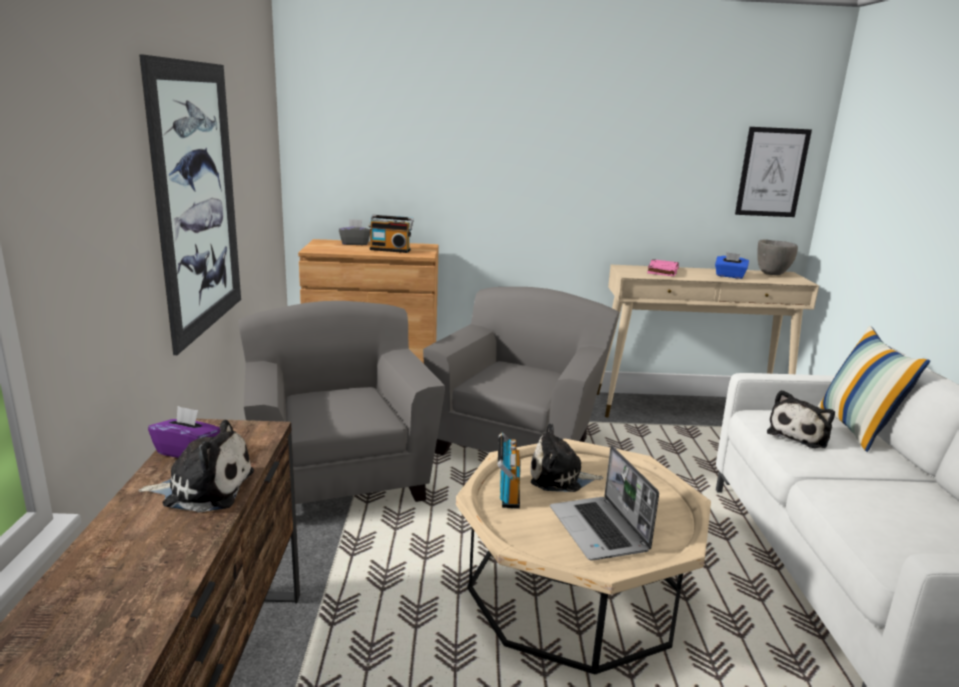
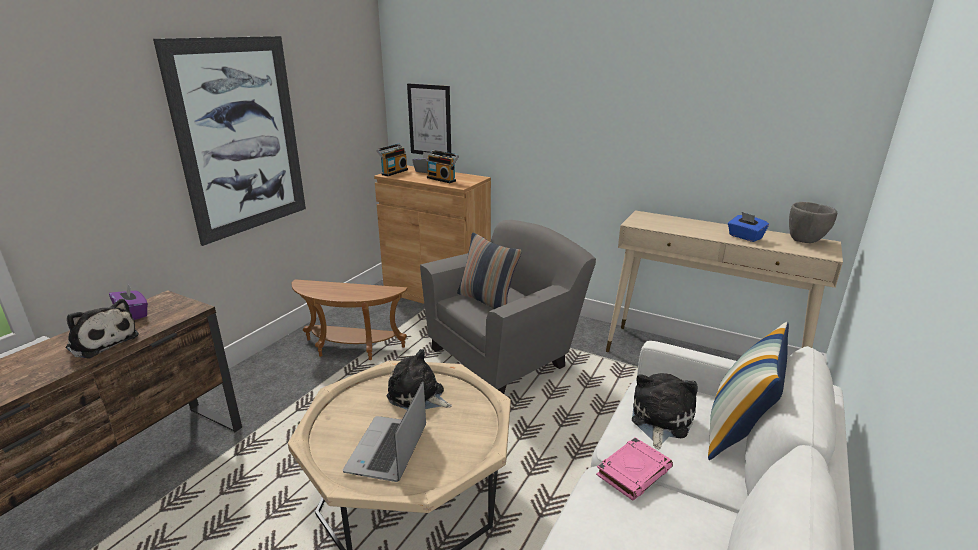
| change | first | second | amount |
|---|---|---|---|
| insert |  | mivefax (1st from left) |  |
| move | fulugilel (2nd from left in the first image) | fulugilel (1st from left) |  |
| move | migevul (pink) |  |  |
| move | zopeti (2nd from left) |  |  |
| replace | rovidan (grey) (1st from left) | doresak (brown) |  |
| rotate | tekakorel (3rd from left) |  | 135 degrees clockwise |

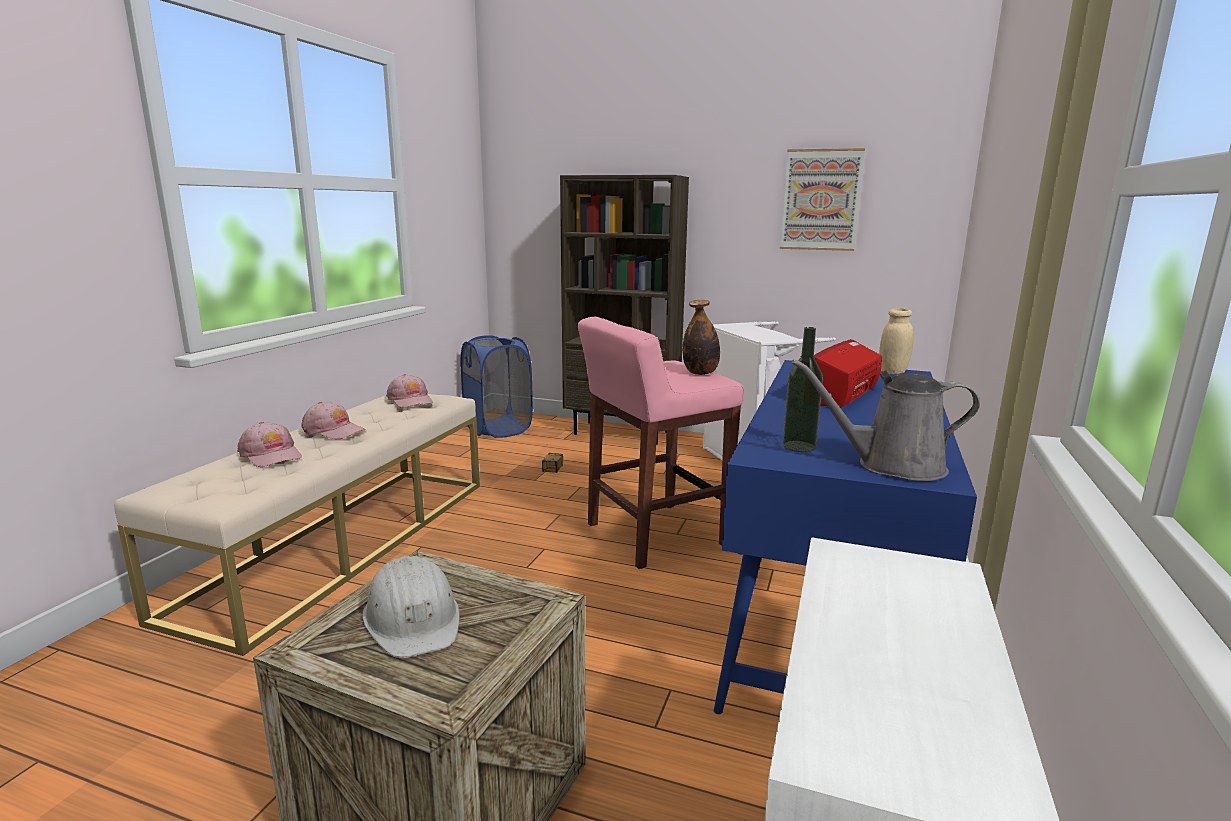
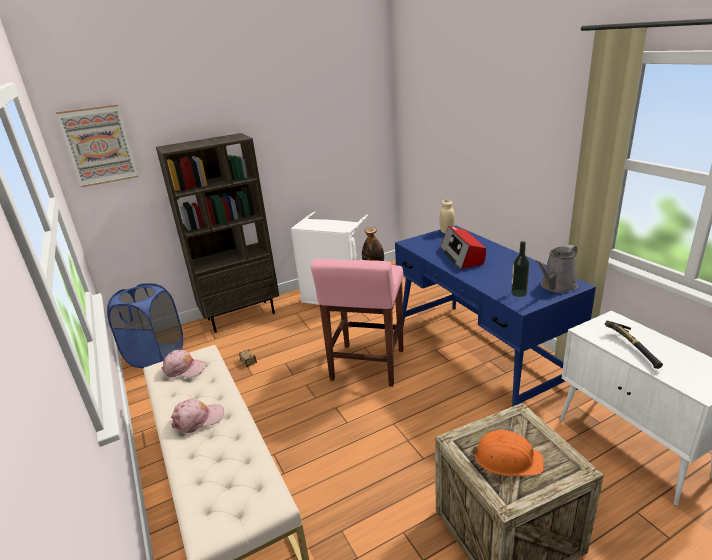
| change | first | second | amount |
|---|---|---|---|
| delete | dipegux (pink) (1st from left) |  |  |
| insert |  | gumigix |  |
| move | zopeti |  |  |
| recolor | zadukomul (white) | zadukomul (orange) |  |

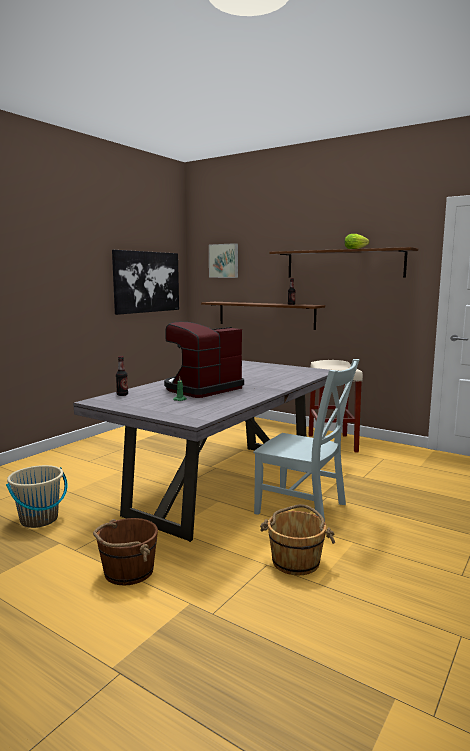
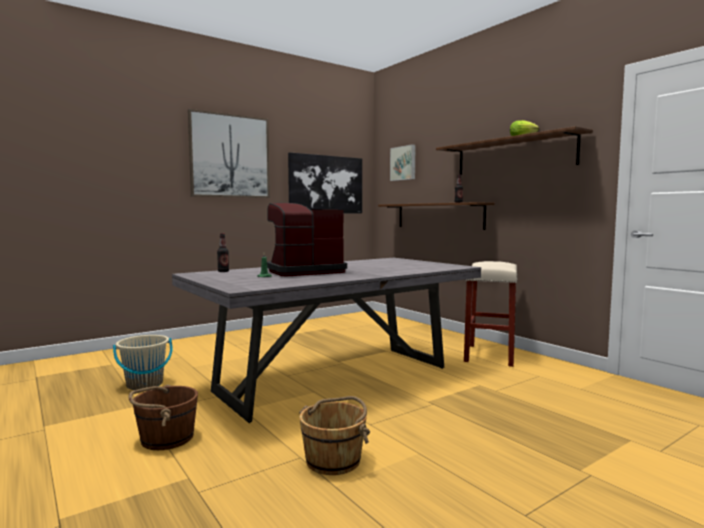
| change | first | second | amount |
|---|---|---|---|
| delete | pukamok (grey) |  |  |
| insert |  | zopeti (1st from left) |  |

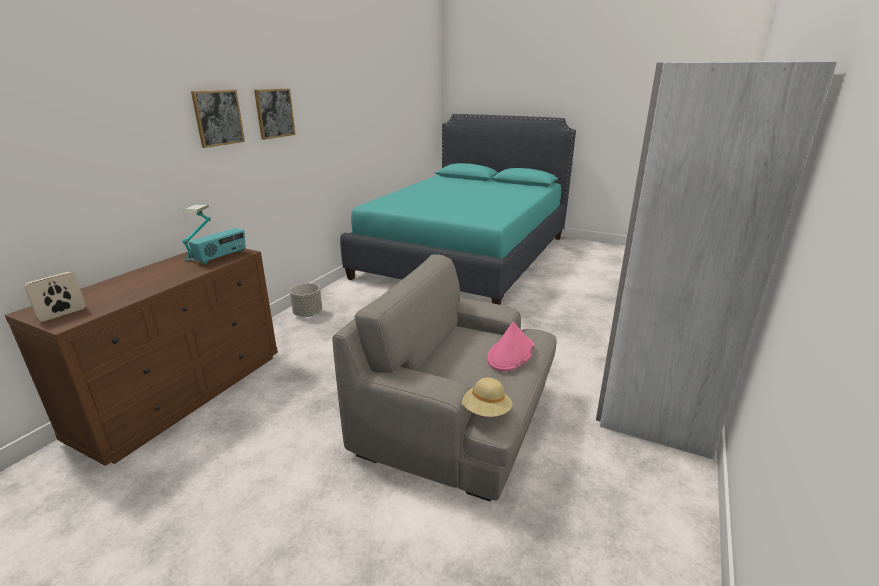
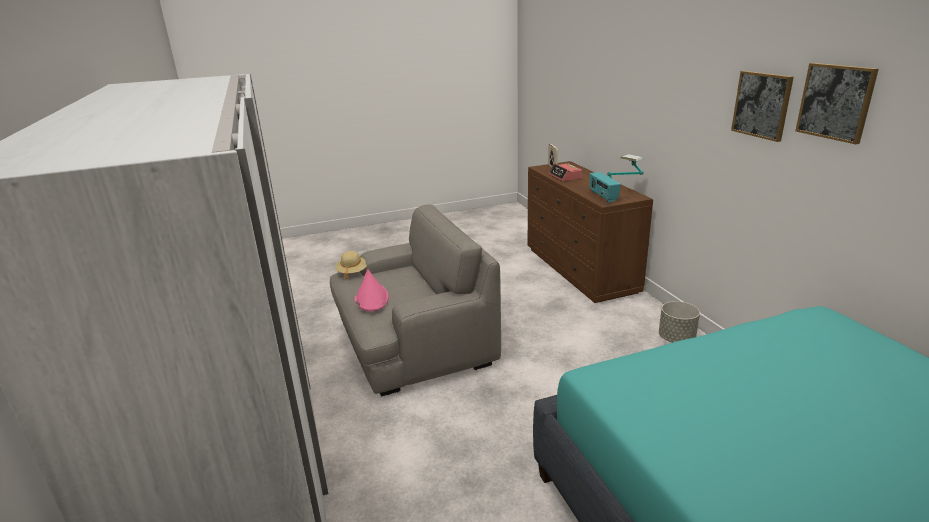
| change | first | second | amount |
|---|---|---|---|
| insert |  | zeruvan |  |
| move | zopeti (1st from left in the first image) | zopeti (2nd from left) |  |

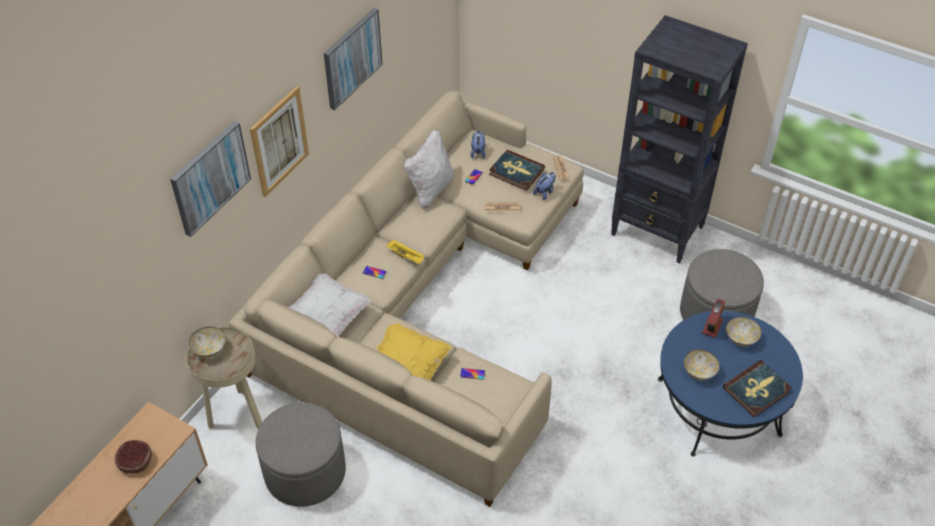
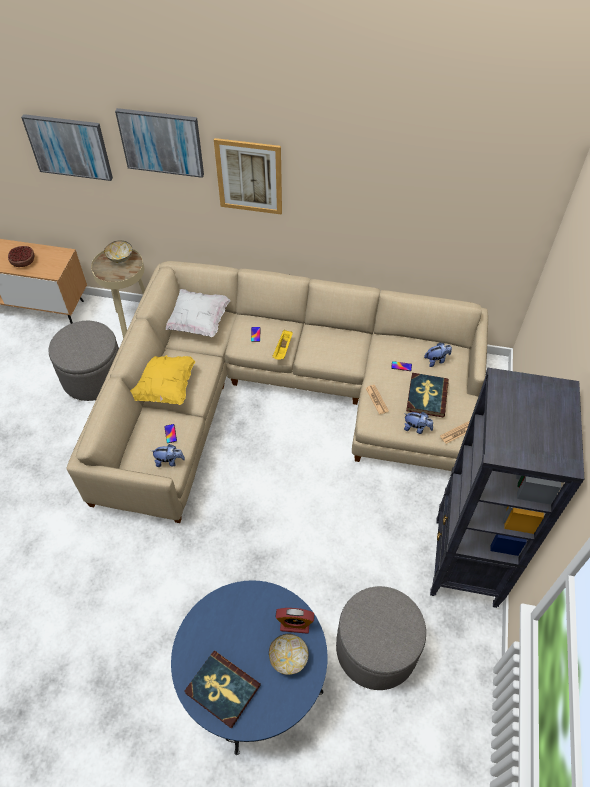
| change | first | second | amount |
|---|---|---|---|
| delete | mivefax (white) (2nd from left) |  |  |
| delete | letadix (3rd from left) |  |  |
| insert |  | tekakorel (1st from left) |  |
| move | zopeti (3rd from left in the first image) | zopeti (1st from left) |  |

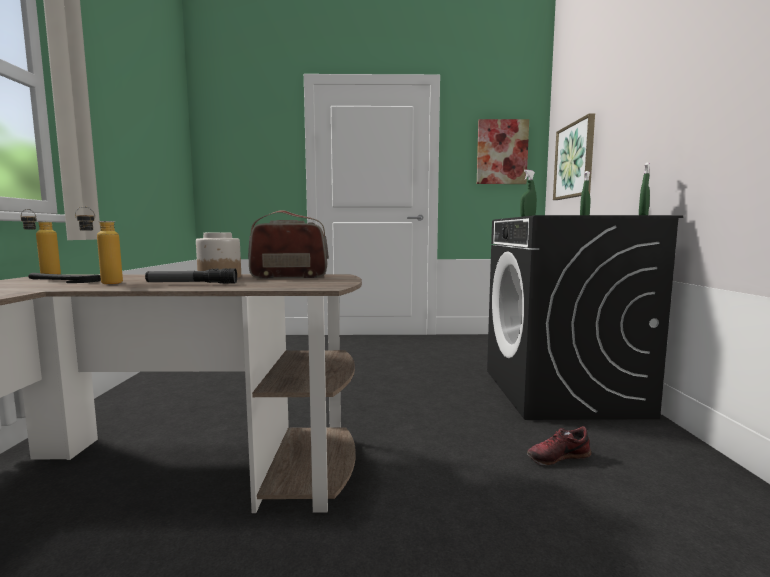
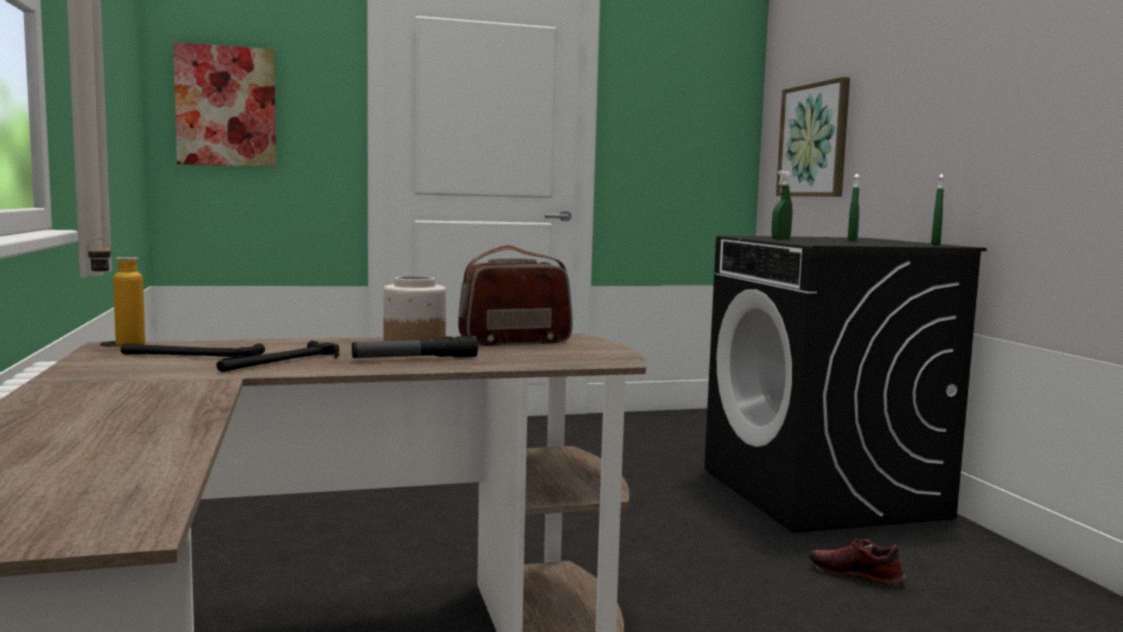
| change | first | second | amount |
|---|---|---|---|
| move | zopeti (1st from left) |  |  |
| replace | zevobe (2nd from left) | gumigix (2nd from left) |  |
| rotate | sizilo |  | 60 degrees clockwise |

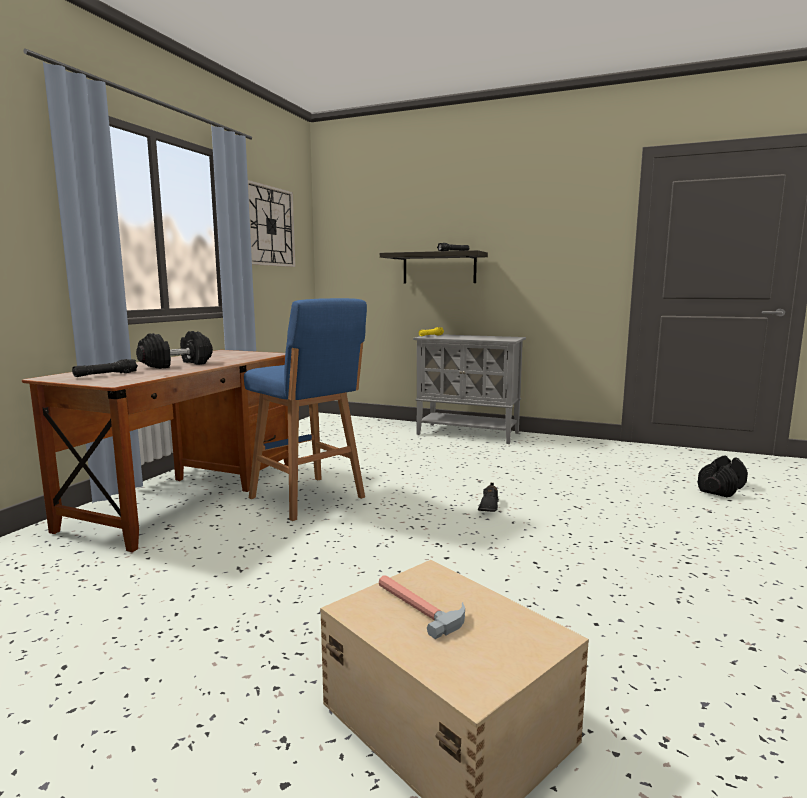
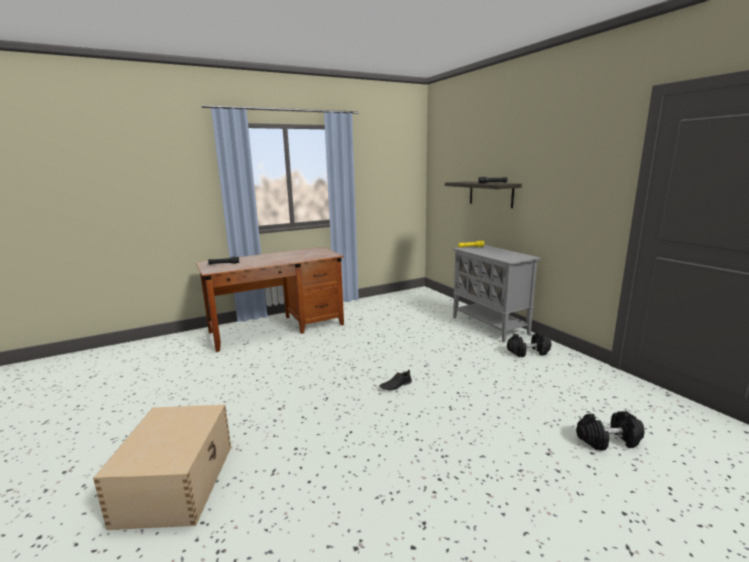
| change | first | second | amount |
|---|---|---|---|
| delete | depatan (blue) |  |  |
| delete | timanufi |  |  |
| delete | gumigix |  |  |
| move | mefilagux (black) (1st from left) |  |  |

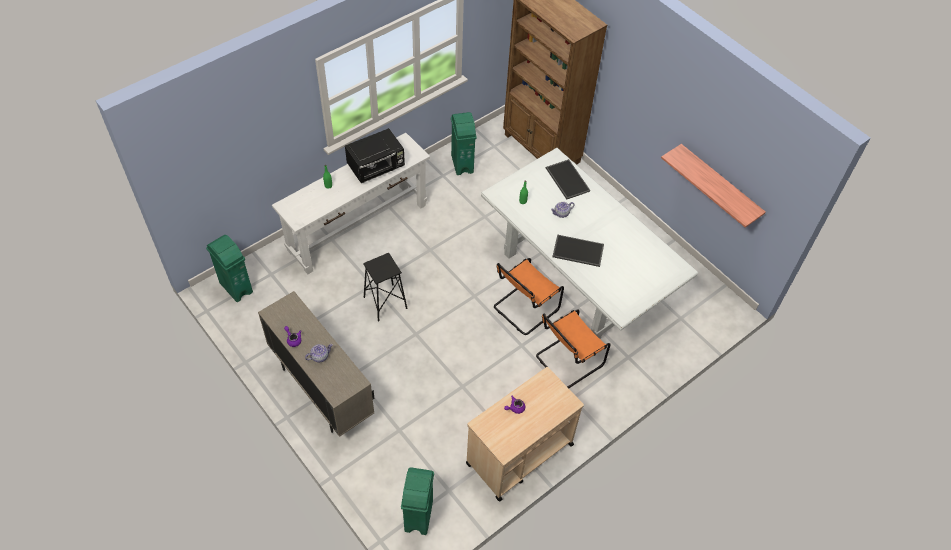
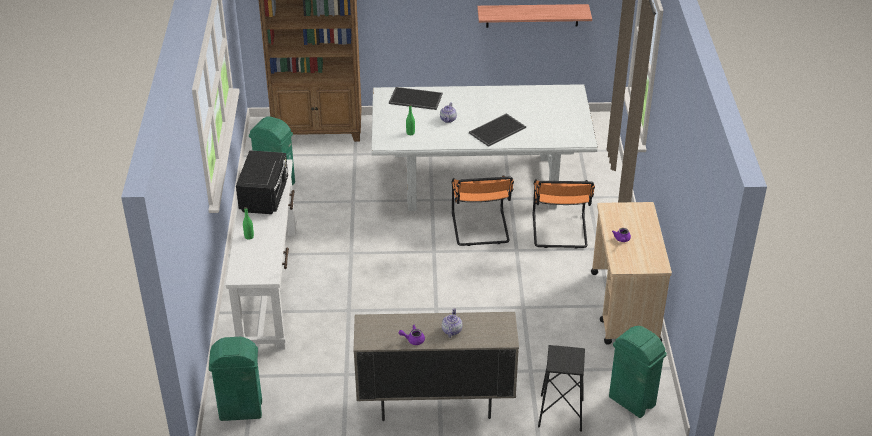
| change | first | second | amount |
|---|---|---|---|
| move | depatan (black) |  |  |

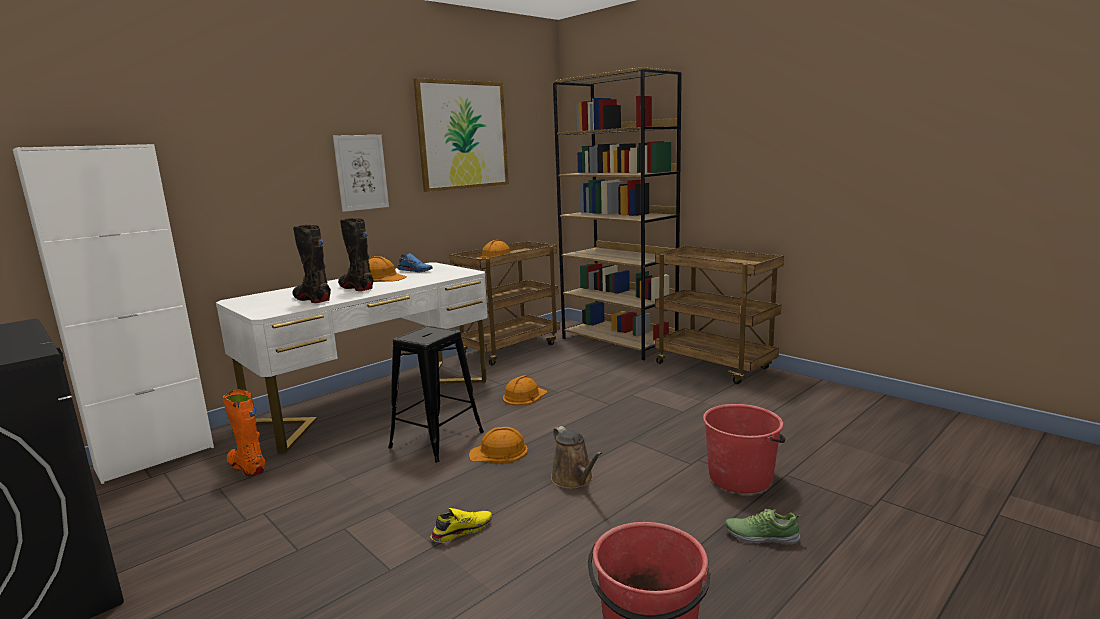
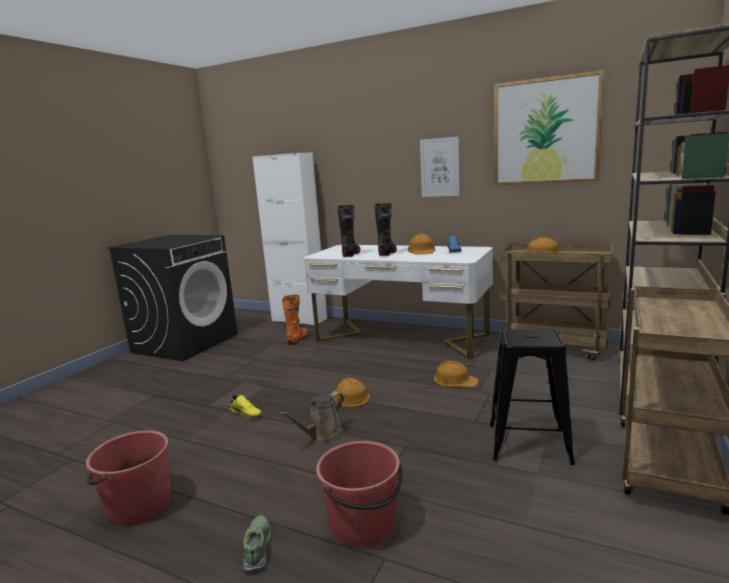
| change | first | second | amount |
|---|---|---|---|
| move | depatan (black) |  |  |

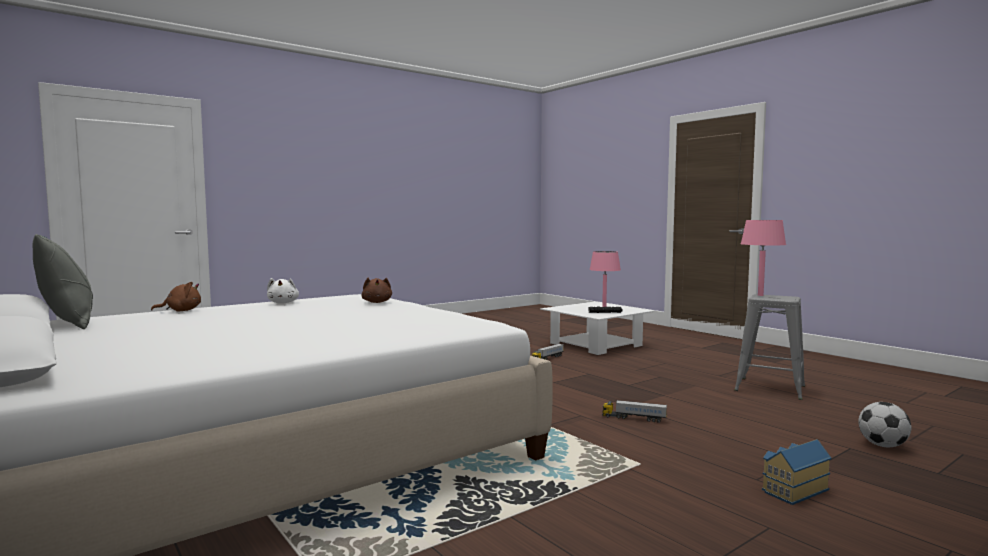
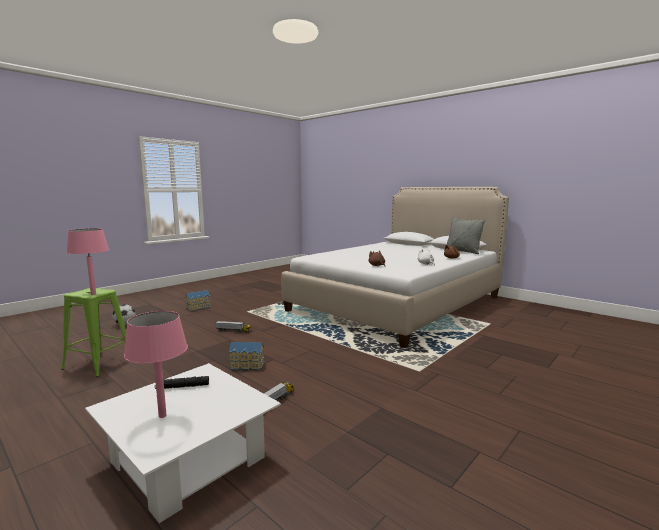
| change | first | second | amount |
|---|---|---|---|
| insert |  | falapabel (2nd from left) |  |
| recolor | depatan (grey) | depatan (green) |  |

